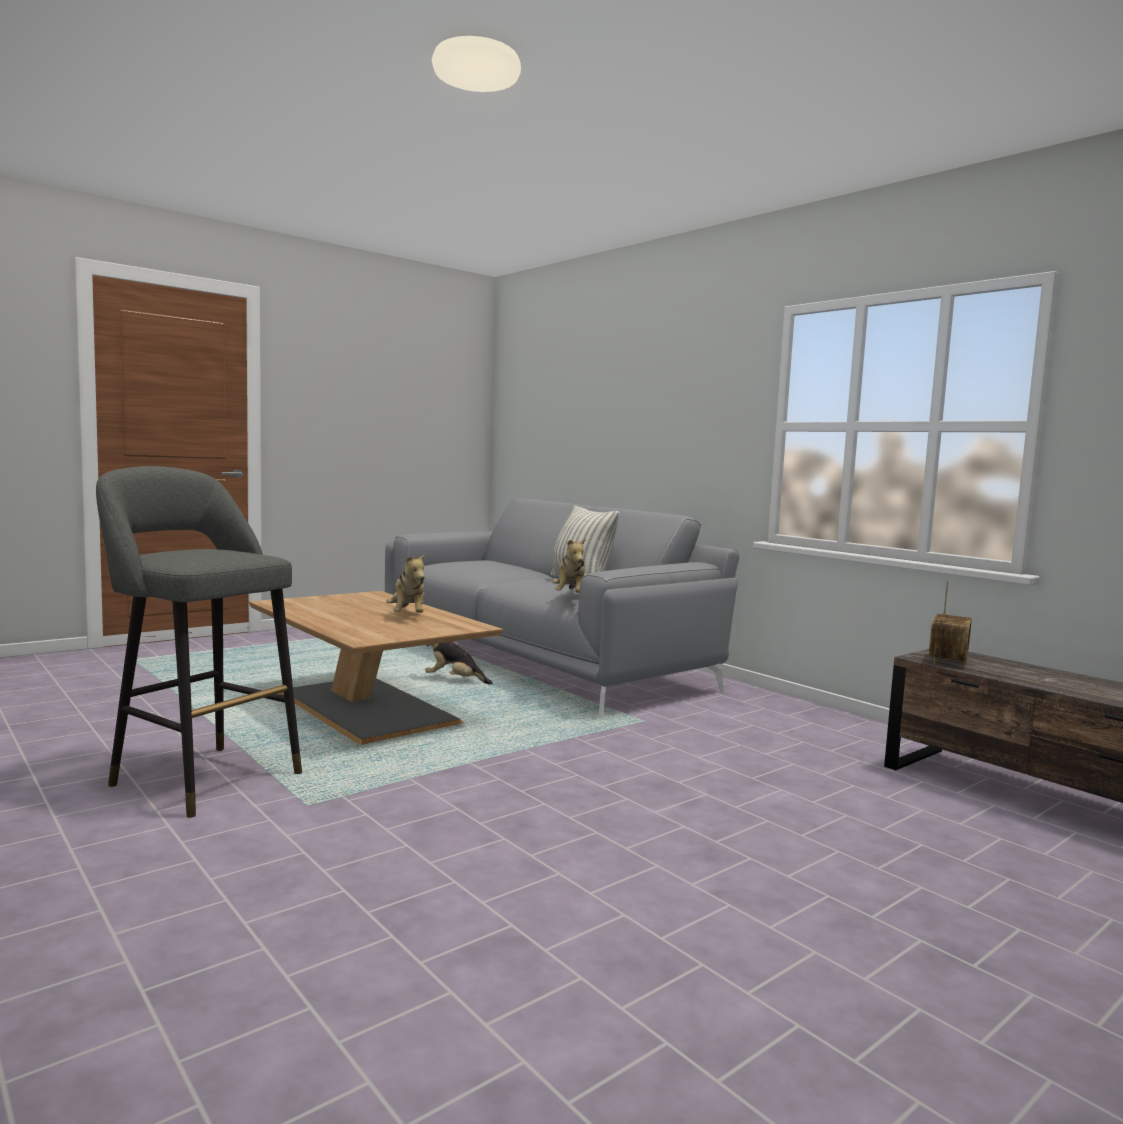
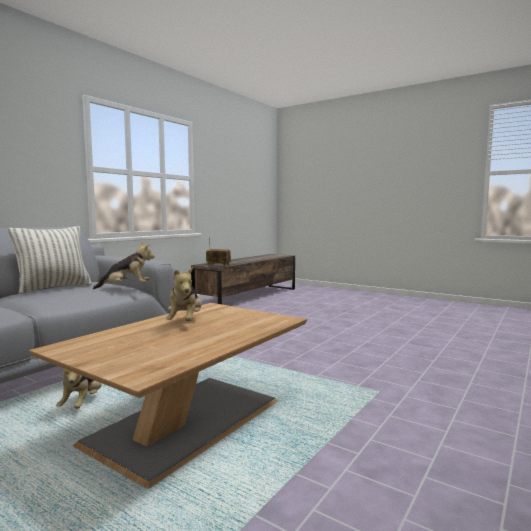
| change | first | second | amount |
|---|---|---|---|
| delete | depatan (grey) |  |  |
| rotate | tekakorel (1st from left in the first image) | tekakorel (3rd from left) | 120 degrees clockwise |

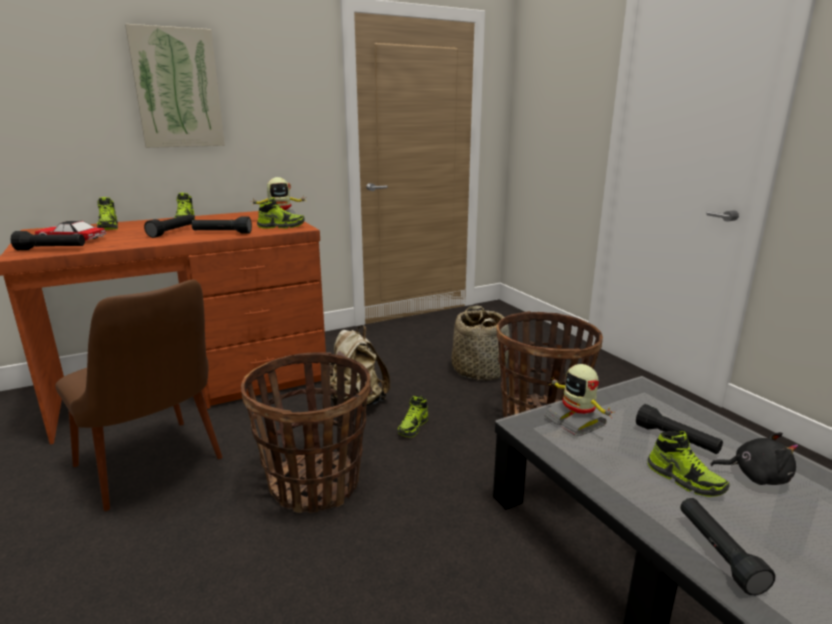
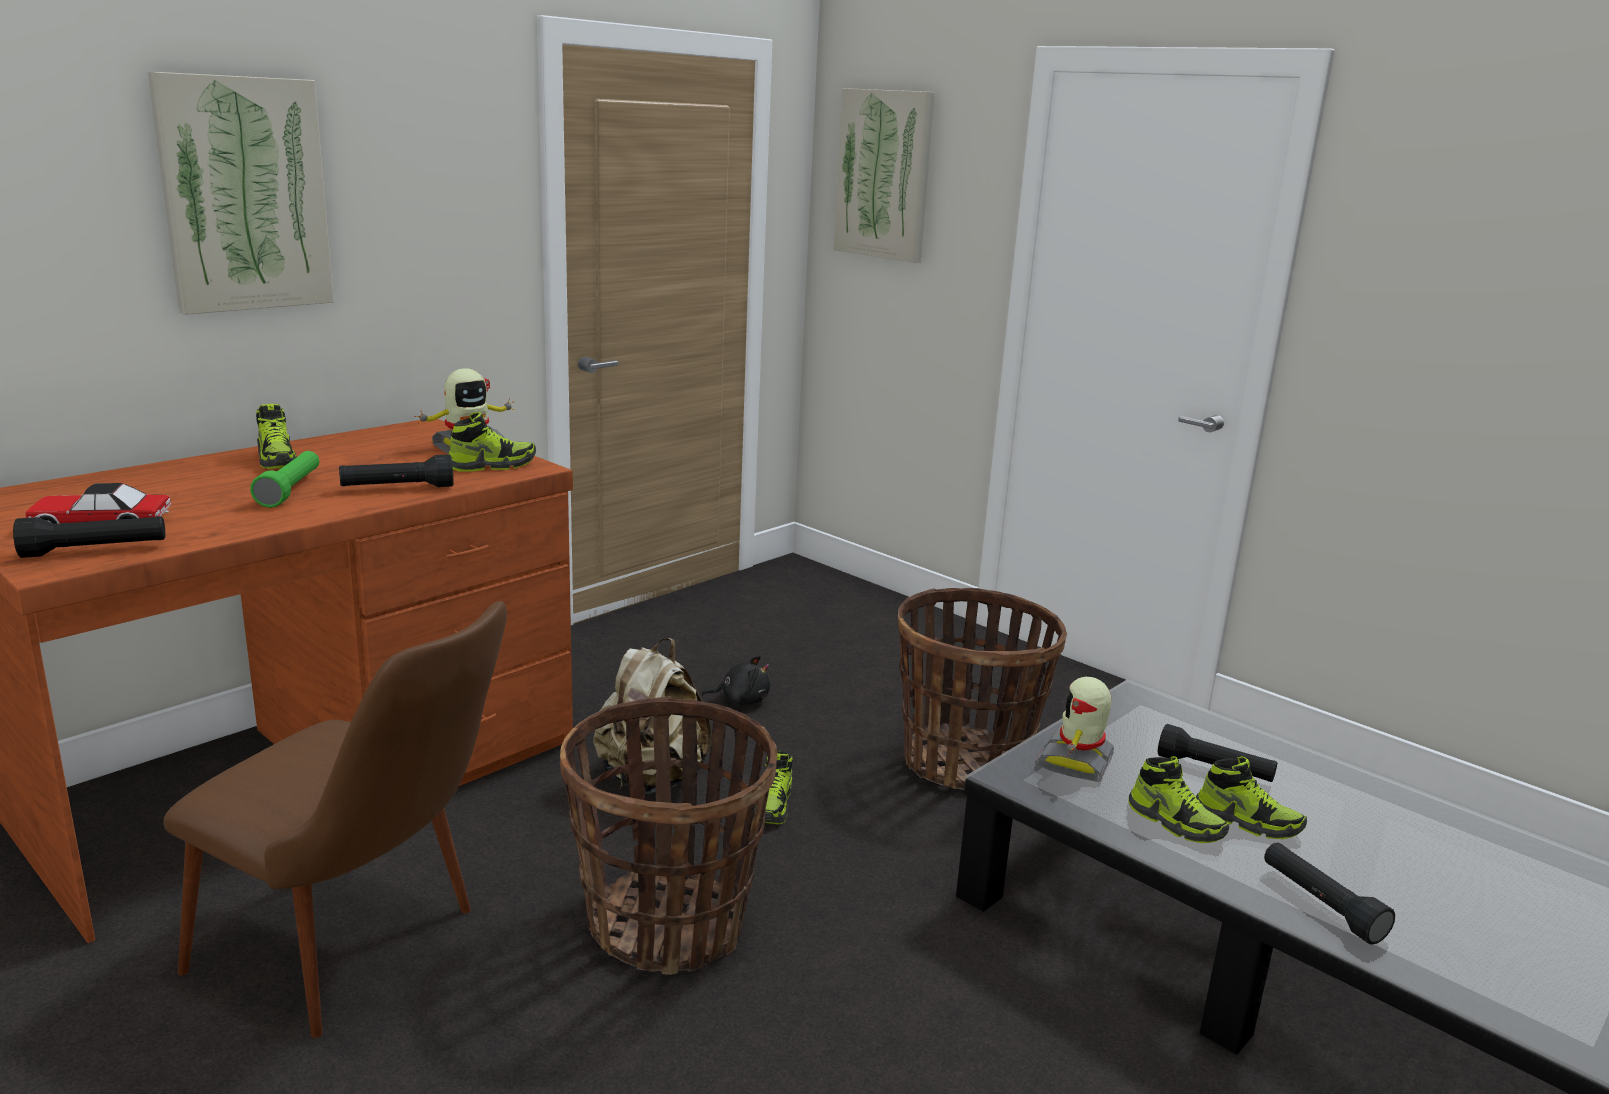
| change | first | second | amount |
|---|---|---|---|
| delete | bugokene (2nd from left) |  |  |
| insert |  | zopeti (2nd from left) |  |
| move | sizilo (1st from left in the first image) | sizilo (4th from left) |  |
| move | tekakorel (black) |  |  |
| recolor | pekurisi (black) (2nd from left) | pekurisi (green) |  |
| rotate | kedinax (2nd from left) |  | 75 degrees clockwise |

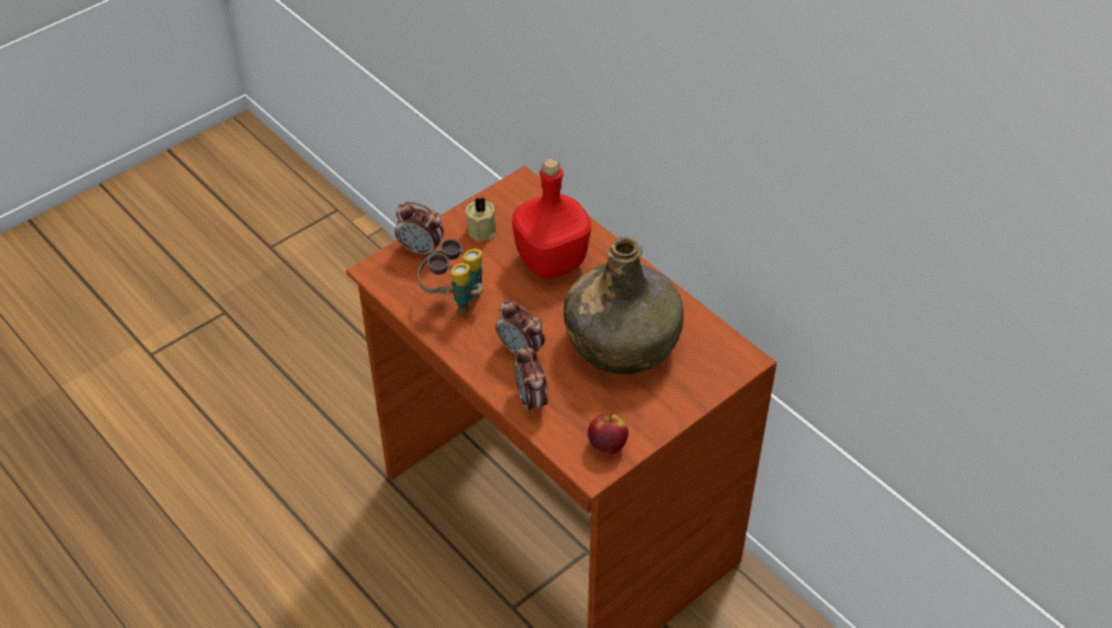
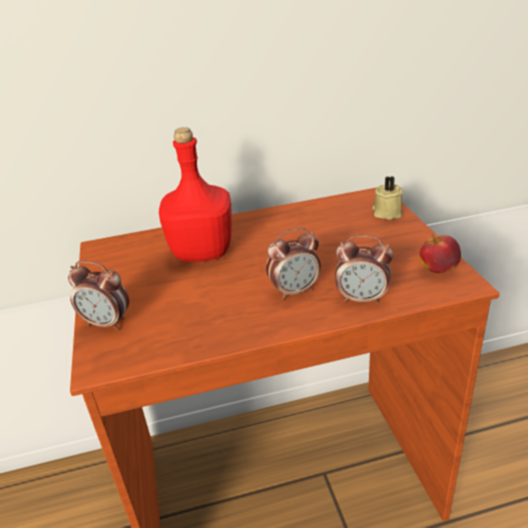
| change | first | second | amount |
|---|---|---|---|
| delete | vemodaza |  |  |
| delete | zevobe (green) |  |  |
| move | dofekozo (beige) |  |  |
| rotate | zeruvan (1st from left) |  | 60 degrees clockwise |

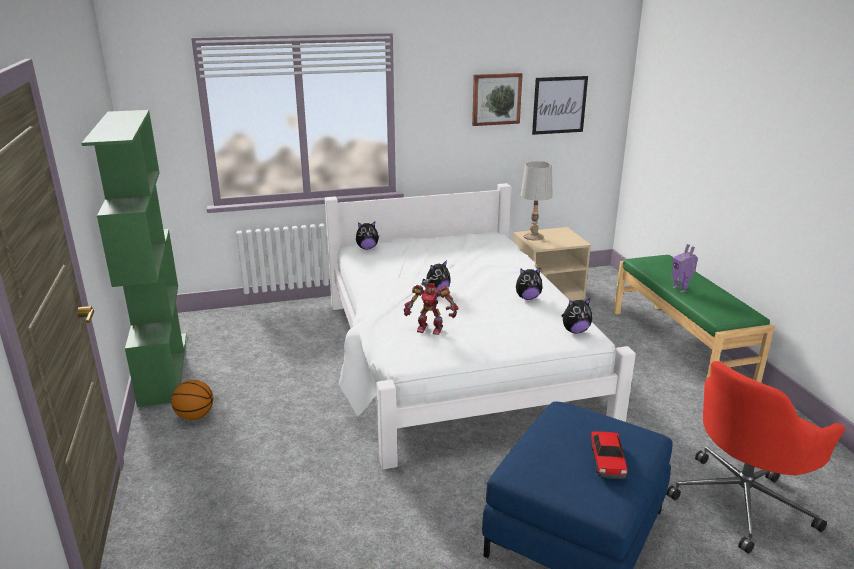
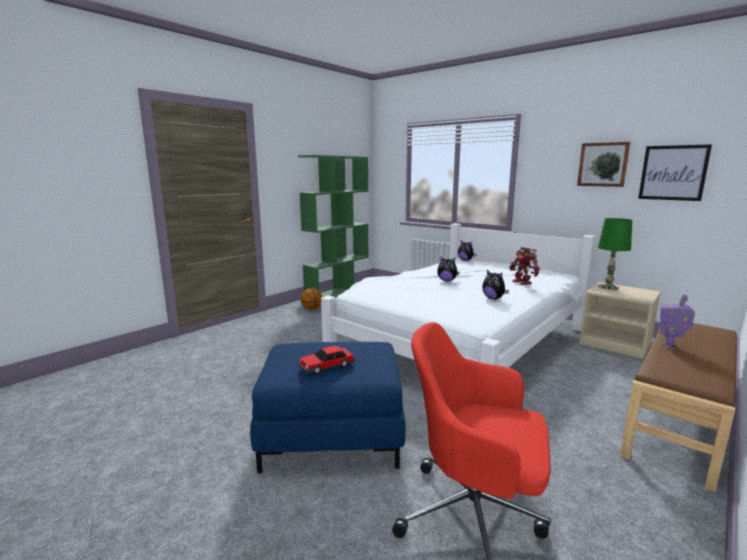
| change | first | second | amount |
|---|---|---|---|
| delete | tekakorel (4th from left) |  |  |
| move | kedinax (1st from left) |  |  |
| recolor | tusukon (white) | tusukon (green) |  |
| recolor | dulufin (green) | dulufin (brown) |  |

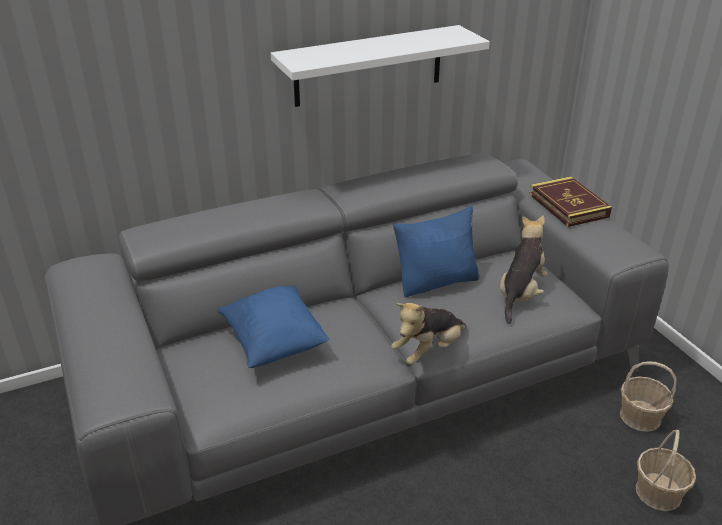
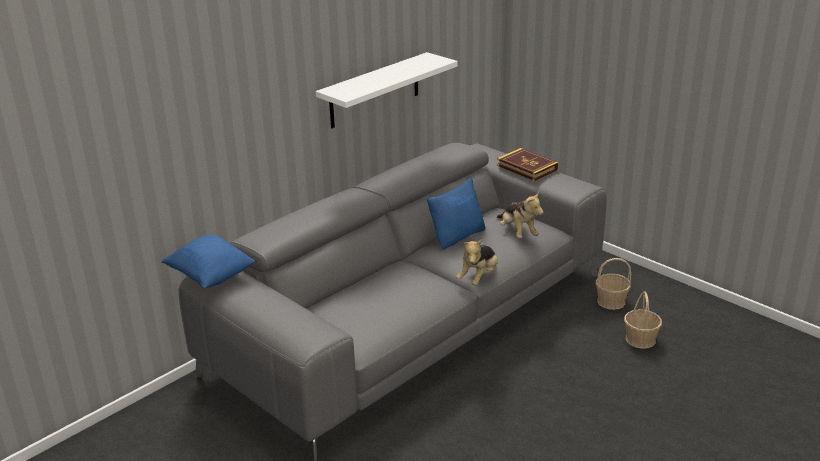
| change | first | second | amount |
|---|---|---|---|
| move | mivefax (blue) (1st from left) |  |  |
| rotate | tekakorel (2nd from left) |  | 150 degrees clockwise |

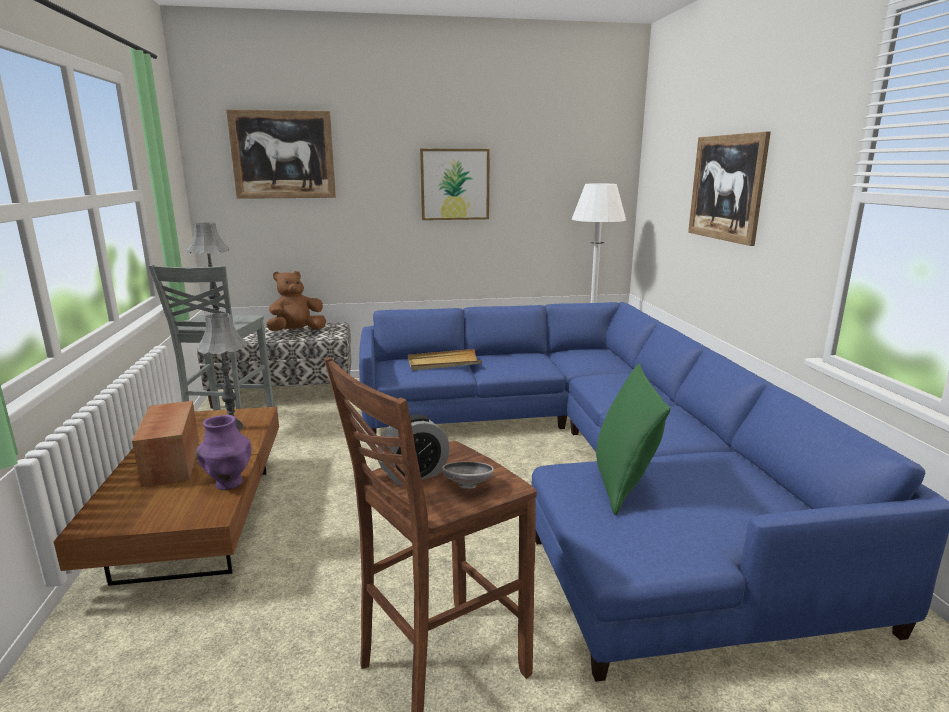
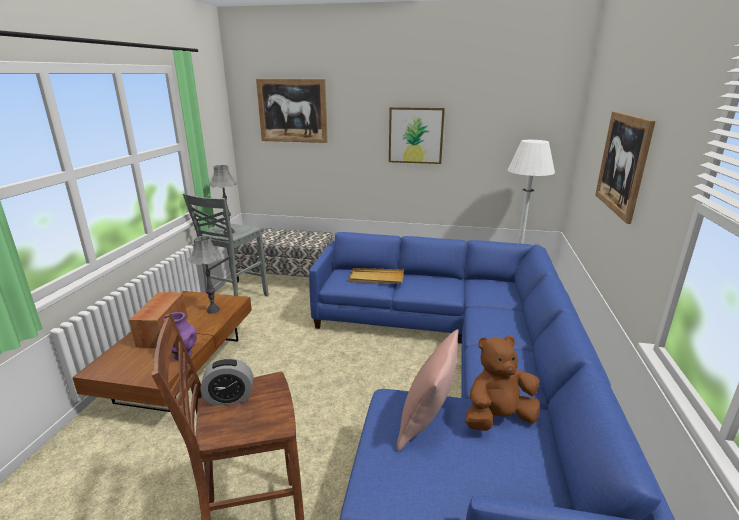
| change | first | second | amount |
|---|---|---|---|
| delete | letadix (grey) |  |  |
| move | tekakorel (brown) |  |  |
| recolor | mivefax (green) | mivefax (pink) |  |

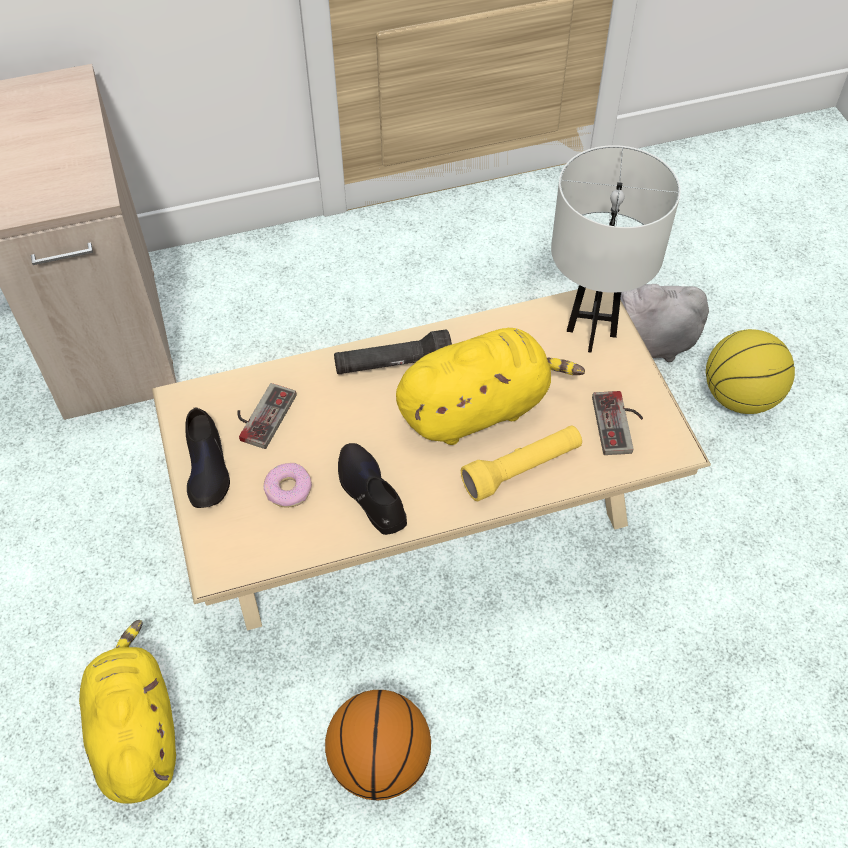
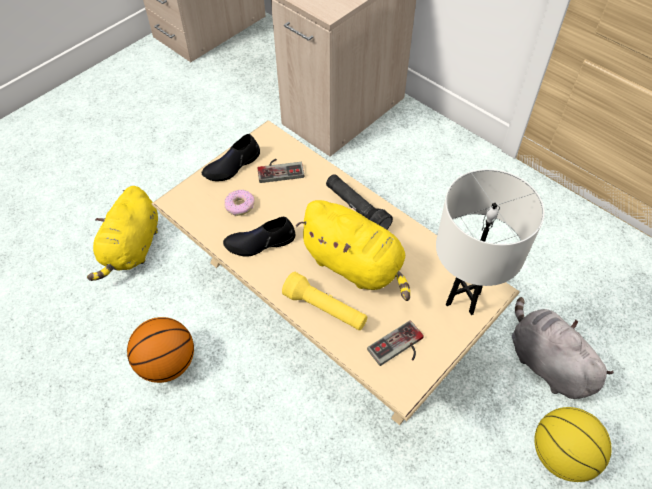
| change | first | second | amount |
|---|---|---|---|
| rotate | tekakorel (yellow) (1st from left) |  | 150 degrees clockwise |
| rotate | sizilo (black) (2nd from left) |  | 135 degrees counterclockwise |

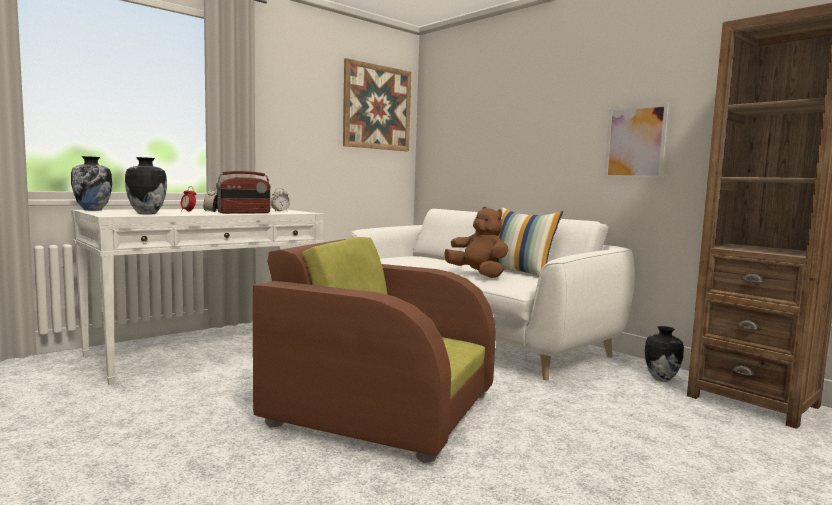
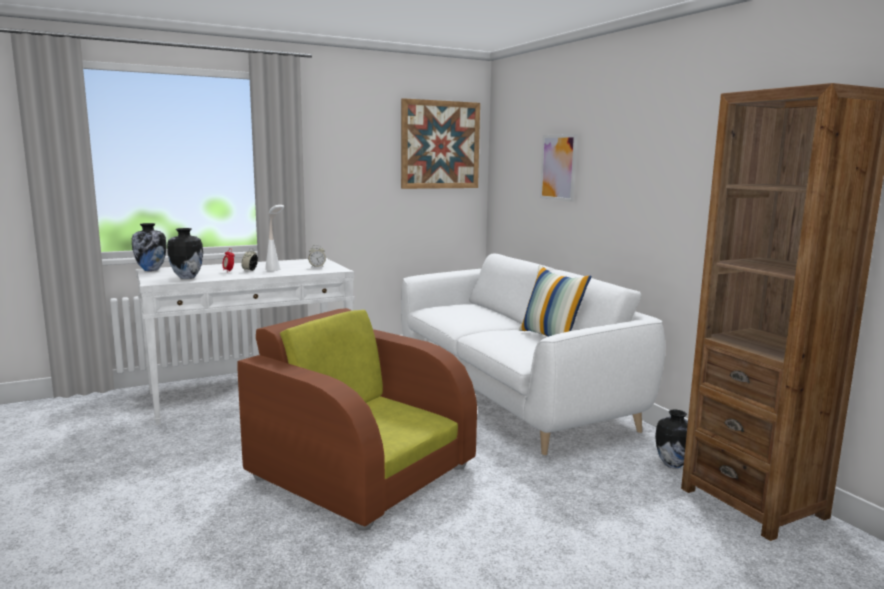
| change | first | second | amount |
|---|---|---|---|
| delete | tekakorel (brown) |  |  |
| move | zopeti (2nd from left) |  |  |
| replace | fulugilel | tusukon (white) |  |

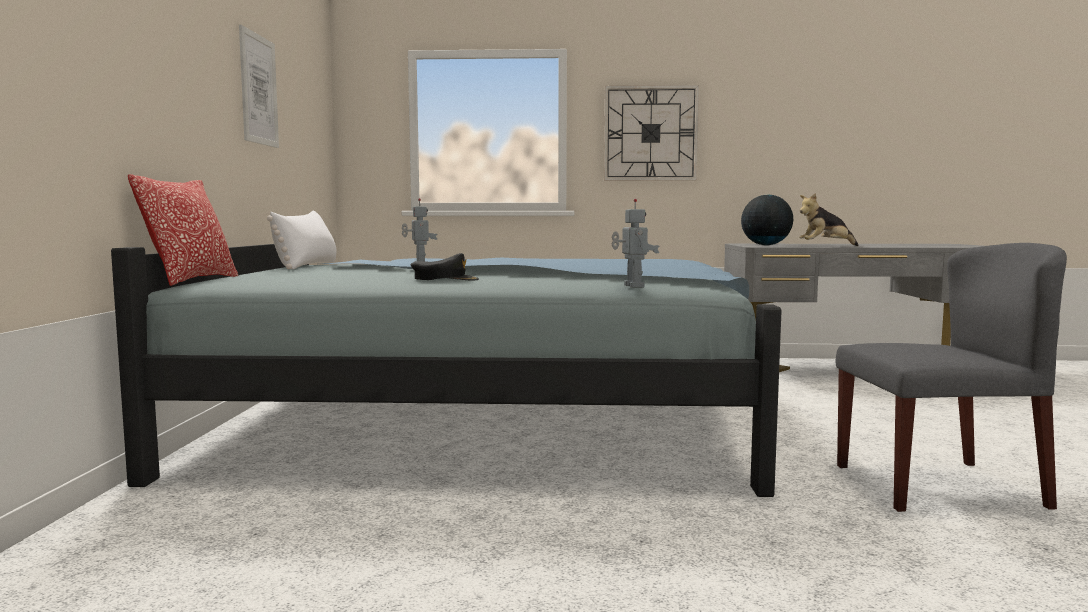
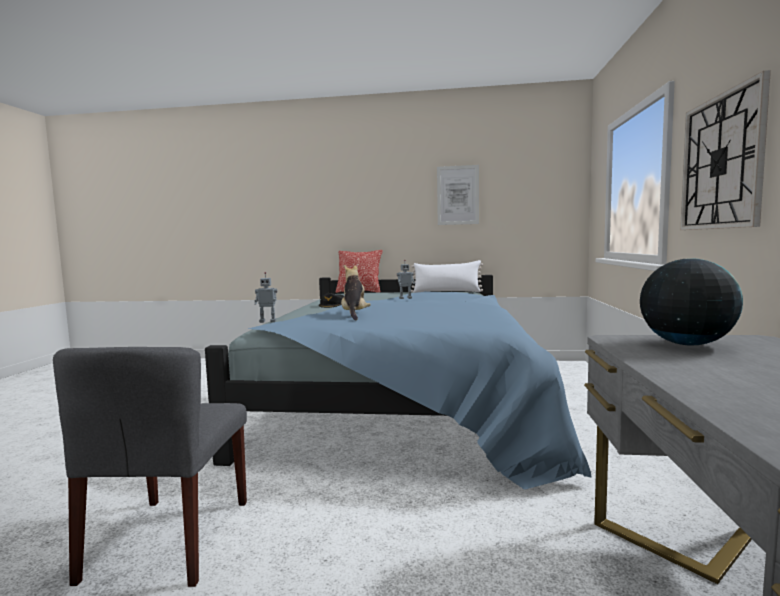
| change | first | second | amount |
|---|---|---|---|
| move | tekakorel |  |  |

